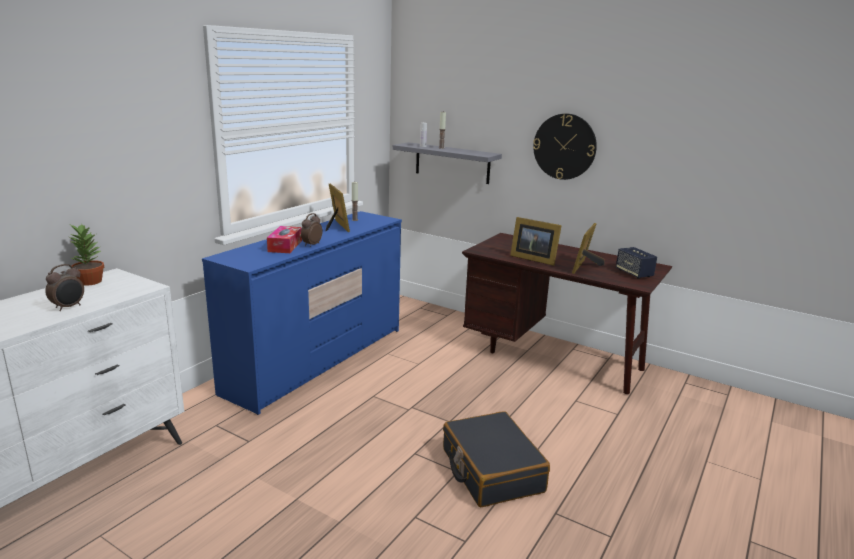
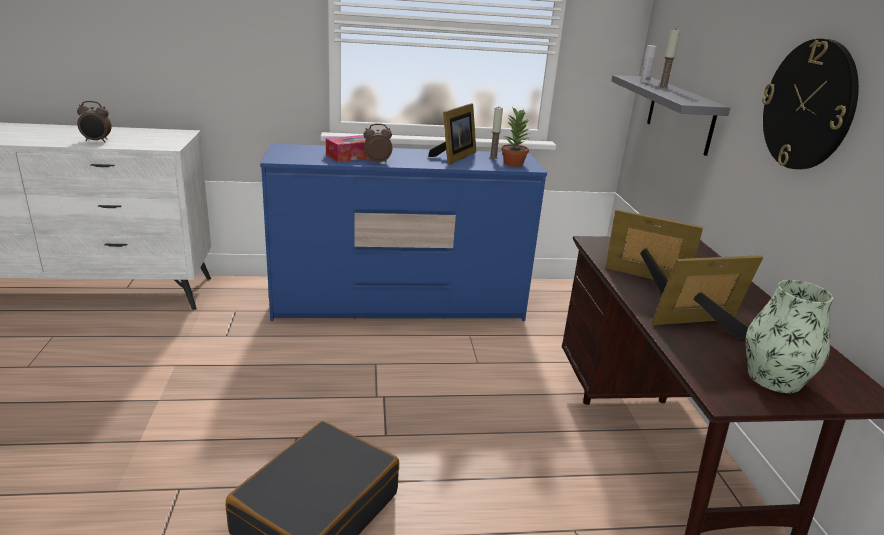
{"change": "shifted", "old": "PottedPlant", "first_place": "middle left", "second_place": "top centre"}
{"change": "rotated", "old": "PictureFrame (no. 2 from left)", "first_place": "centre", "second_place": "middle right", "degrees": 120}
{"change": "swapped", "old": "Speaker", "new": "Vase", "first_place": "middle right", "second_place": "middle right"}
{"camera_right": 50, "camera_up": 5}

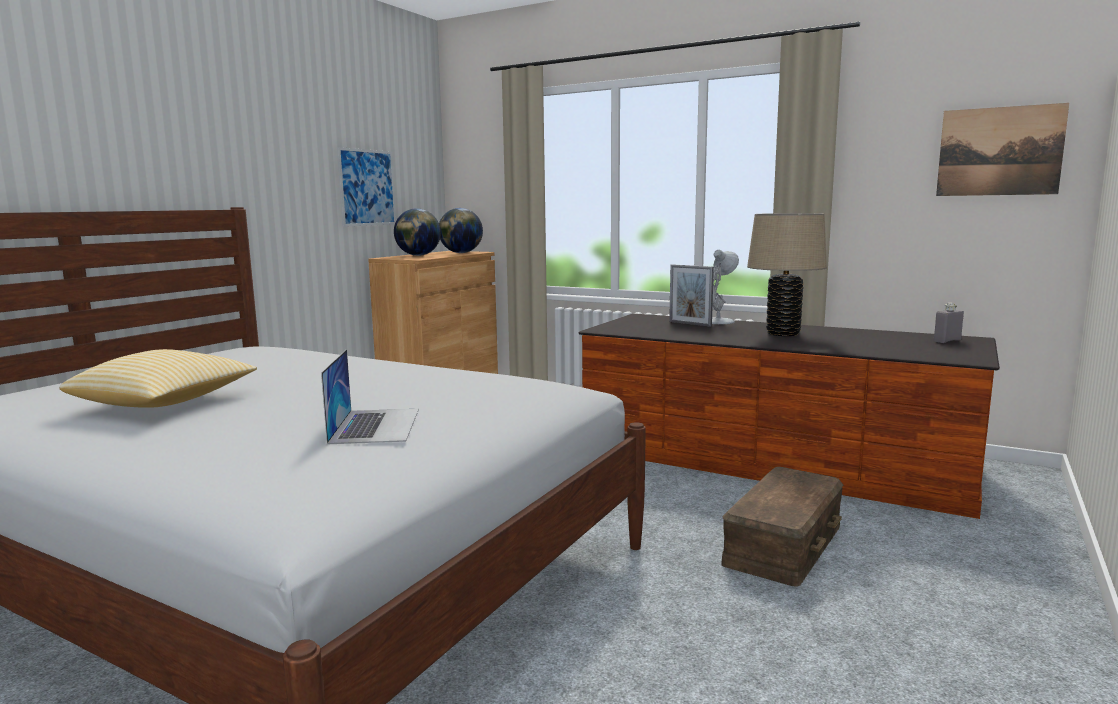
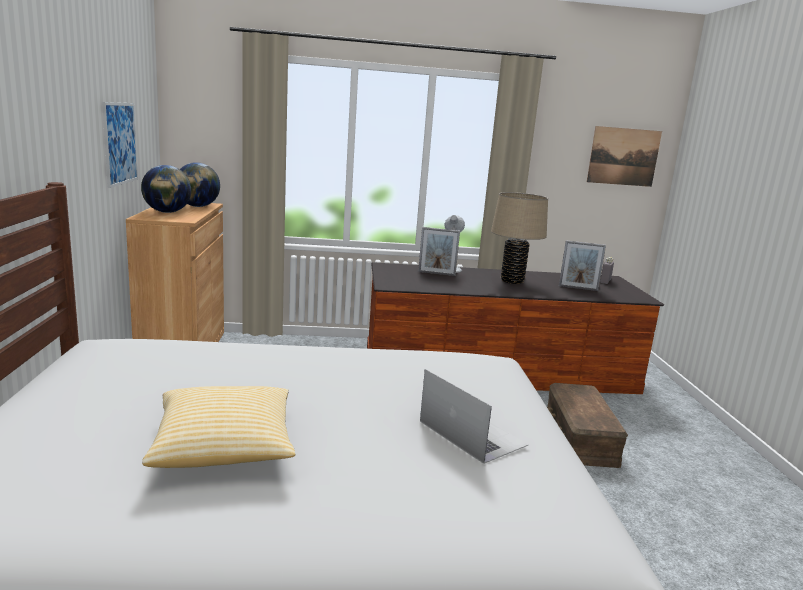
{"change": "new", "new": "PictureFrame (no. 2 from left)", "second_place": "middle right"}
{"camera_right": -35, "camera_up": 5}

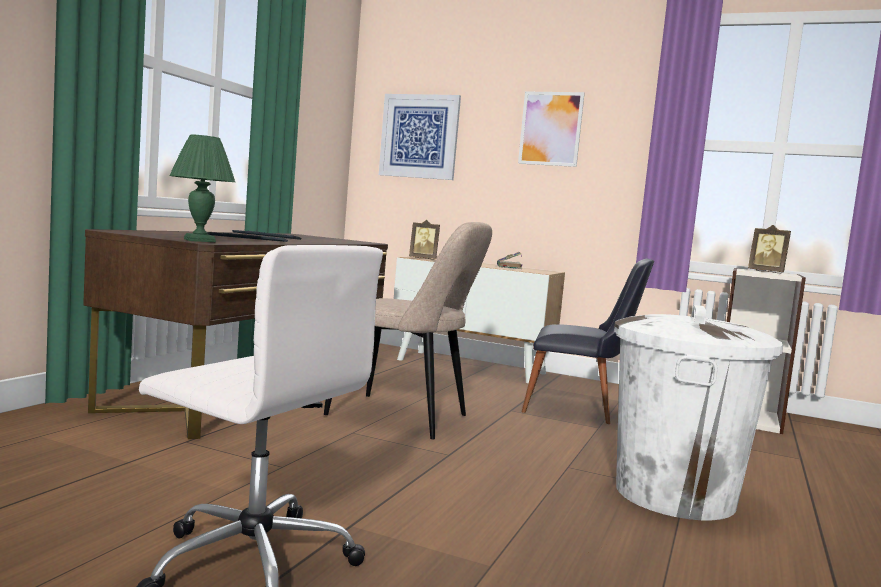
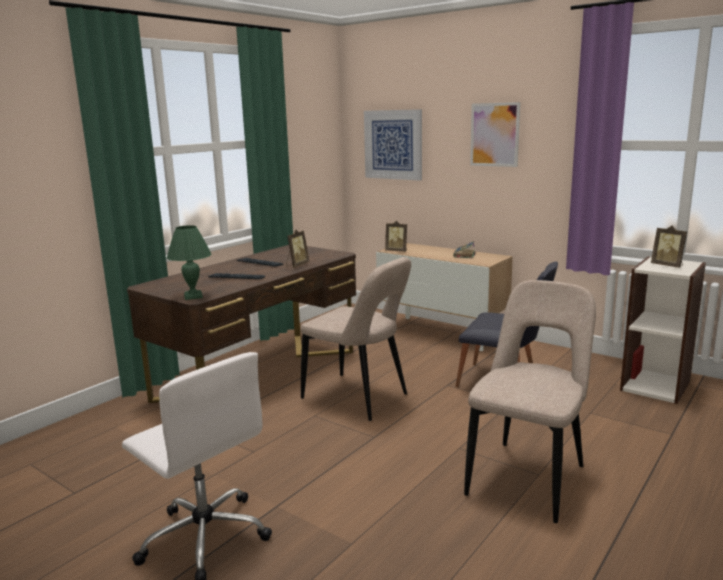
{"change": "new", "new": "PictureFrame (no. 1 from left)", "second_place": "centre"}
{"change": "swapped", "old": "WhiteTrashCan", "new": "BeigeChair (no. 2 from left)", "first_place": "bottom right", "second_place": "bottom right"}
{"camera_right": 15, "camera_up": 10}

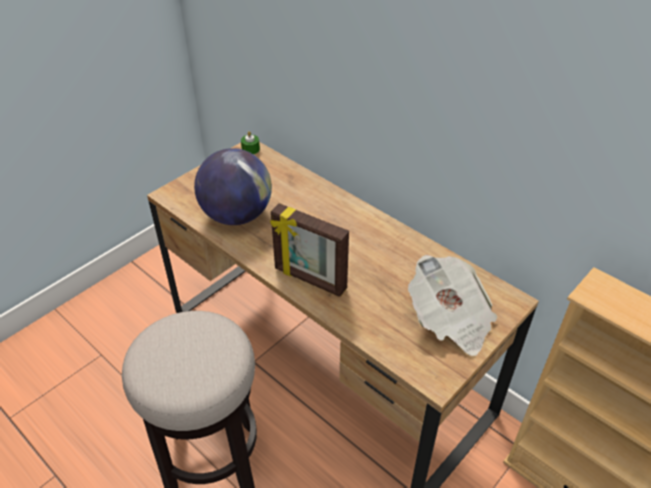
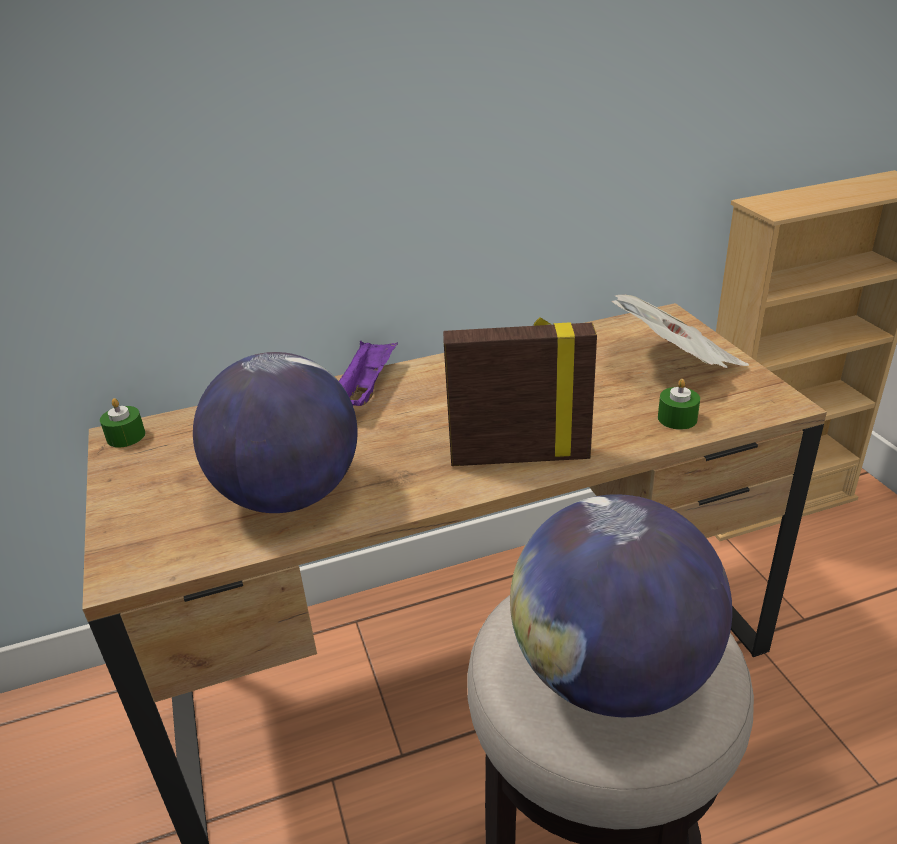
{"change": "new", "new": "PurpleTray", "second_place": "centre"}
{"change": "rotated", "old": "PictureFrame", "first_place": "centre", "second_place": "centre", "degrees": -150}
{"change": "new", "new": "Globe (no. 2 from left)", "second_place": "bottom right"}
{"change": "new", "new": "GreenCandle (no. 2 from left)", "second_place": "middle right"}
{"camera_right": -60, "camera_up": -10}

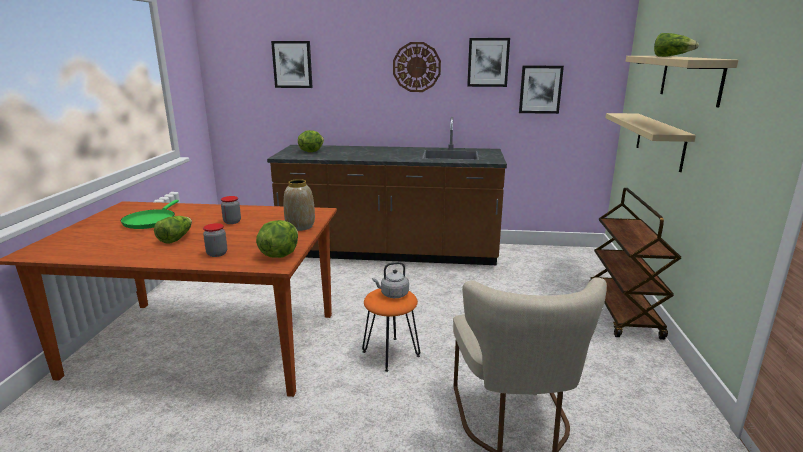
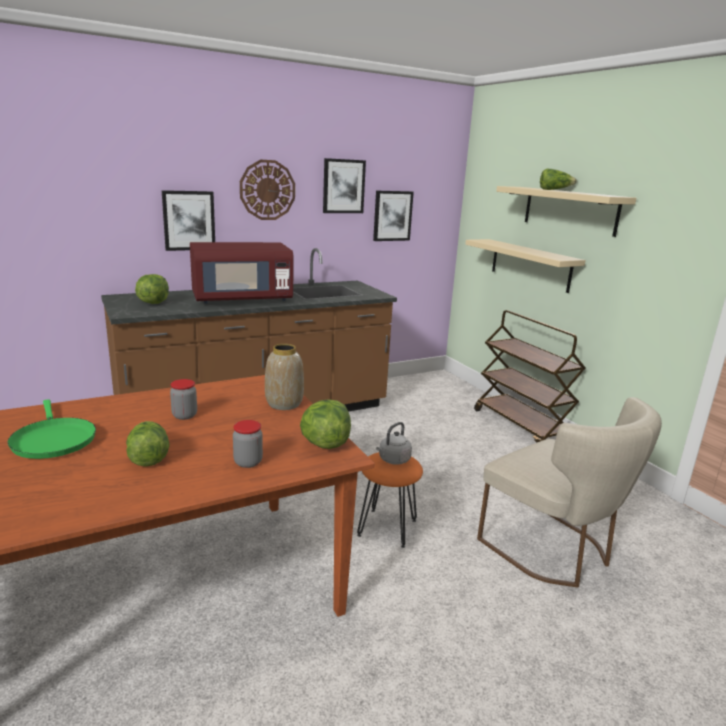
{"change": "shifted", "old": "Picture (no. 1 from left)", "first_place": "top centre", "second_place": "top left"}
{"change": "new", "new": "RedMicrowave", "second_place": "centre"}
{"camera_right": -35, "camera_up": 0}

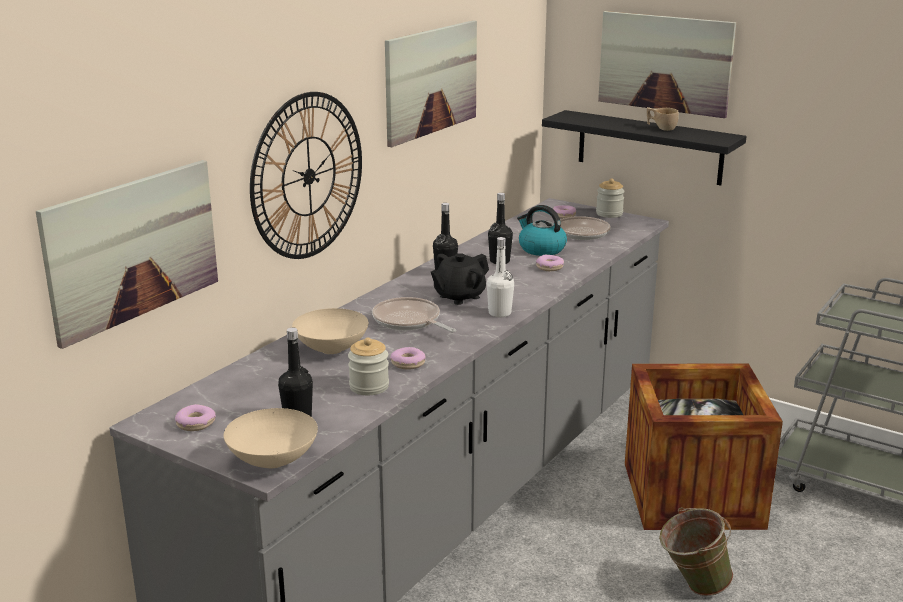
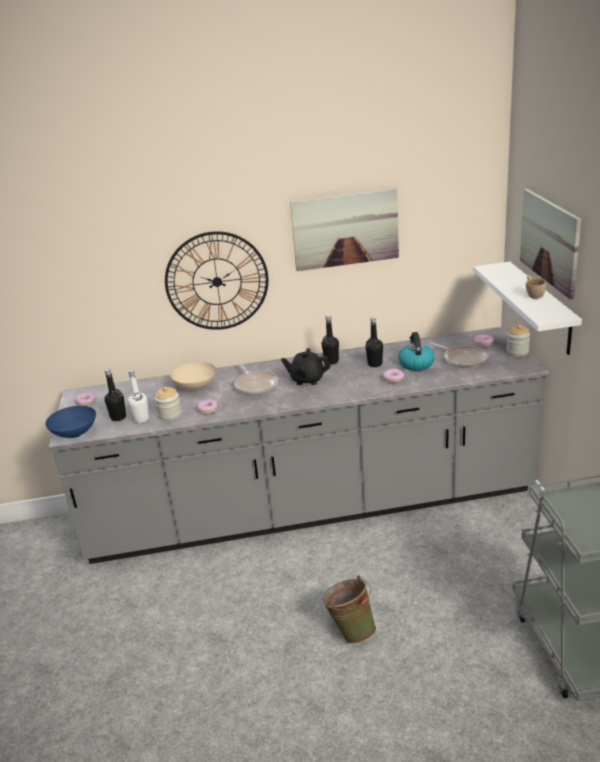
{"change": "repainted", "old": "BeigeBowl (no. 1 from left)", "new": "BlueBowl", "first_place": "bottom left", "second_place": "middle left"}
{"change": "shifted", "old": "WhiteBottle", "first_place": "centre", "second_place": "middle left"}
{"change": "rotated", "old": "FryingPan (no. 1 from left)", "first_place": "centre", "second_place": "centre", "degrees": 150}
{"change": "repainted", "old": "BlackShelf", "new": "WhiteShelf", "first_place": "top right", "second_place": "middle right"}
{"change": "gone", "old": "Picture (no. 1 from left)", "first_place": "middle left"}
{"change": "gone", "old": "Crate", "first_place": "bottom right"}
{"camera_right": 50, "camera_up": 5}

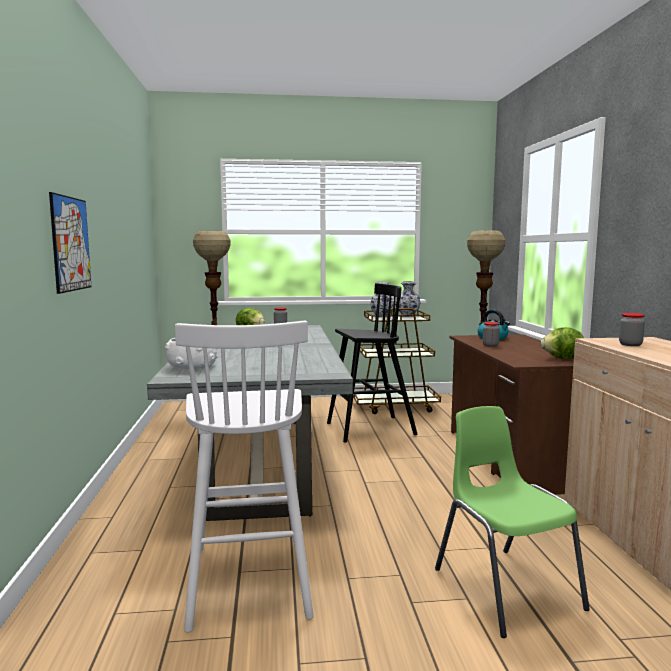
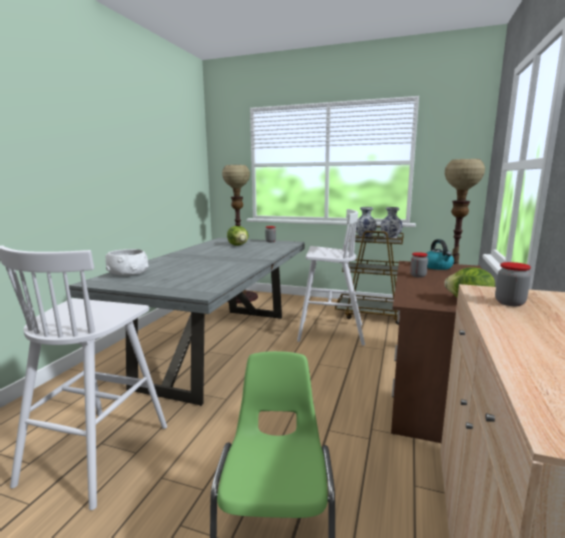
{"change": "repainted", "old": "BlackStool", "new": "WhiteStool (no. 2 from left)", "first_place": "centre", "second_place": "centre"}
{"change": "gone", "old": "Picture", "first_place": "middle left"}
{"camera_right": 25, "camera_up": 5}

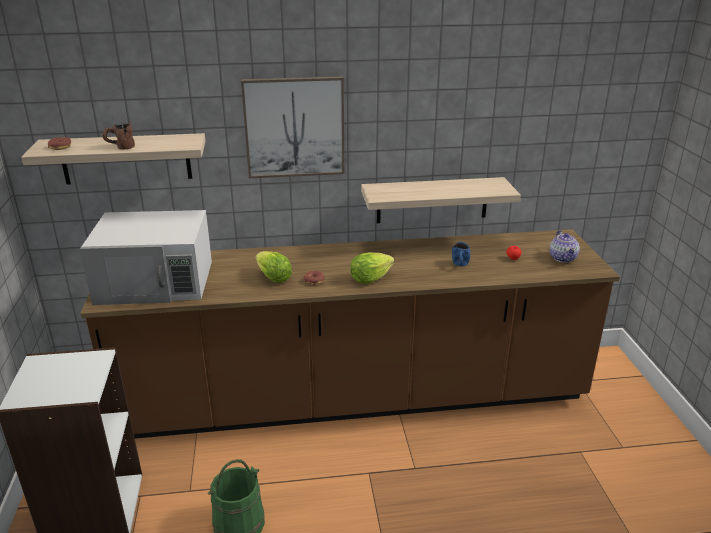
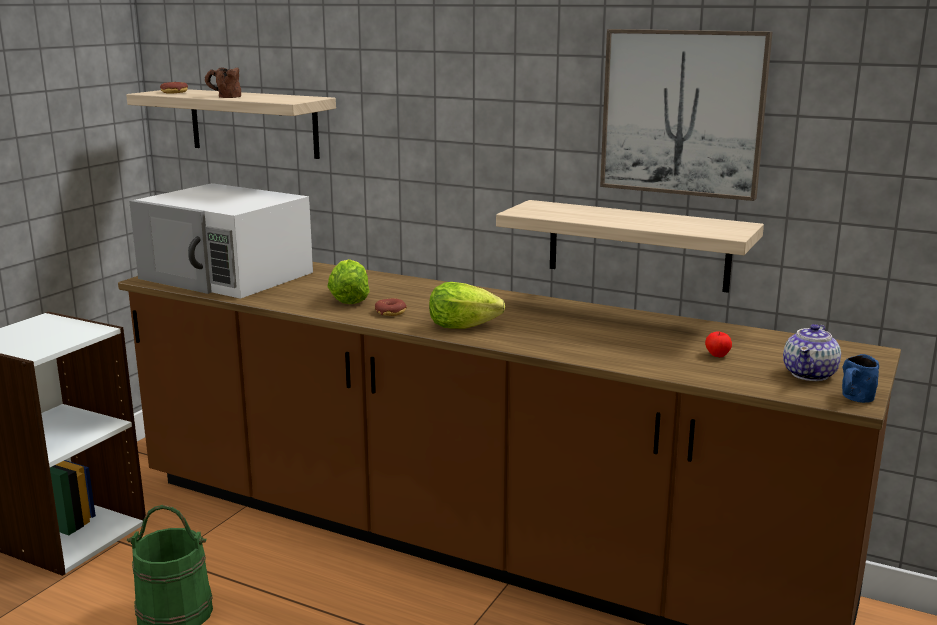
{"change": "shifted", "old": "Picture", "first_place": "top centre", "second_place": "top right"}
{"change": "shifted", "old": "BlueMug", "first_place": "centre", "second_place": "middle right"}
{"camera_right": 35, "camera_up": -10}

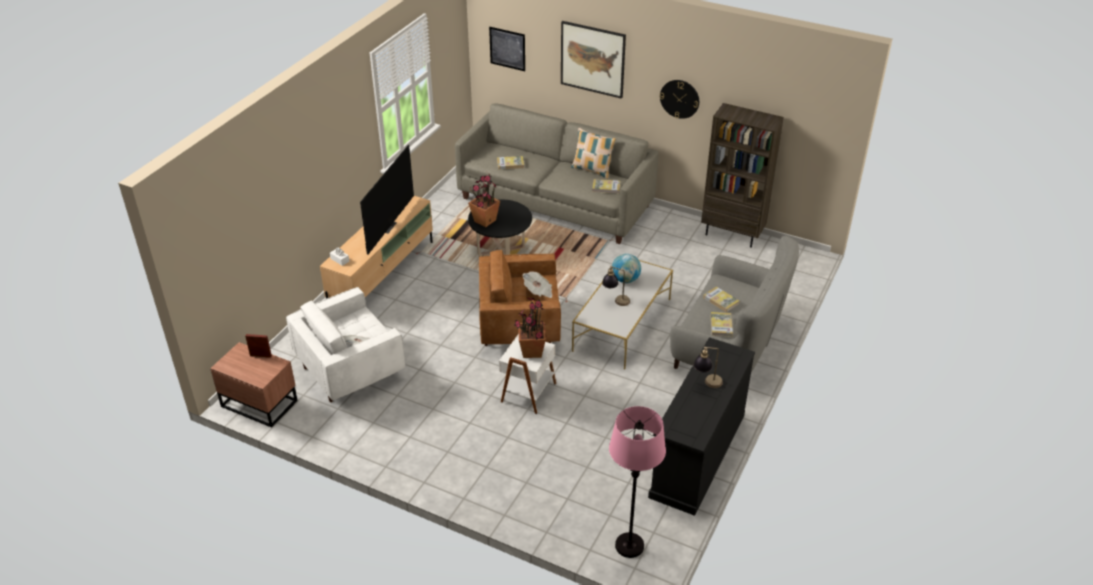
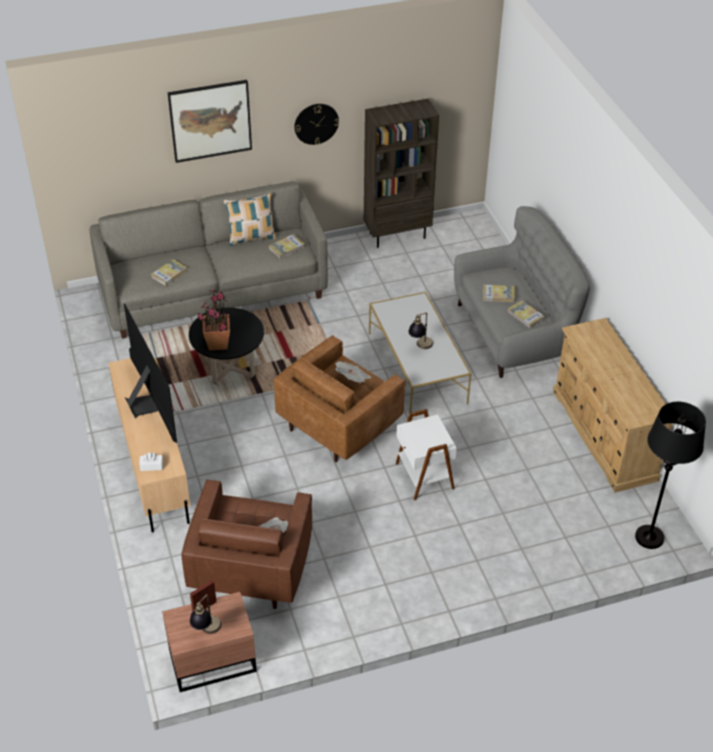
{"change": "repainted", "old": "WhiteArmchair", "new": "BrownArmchair (no. 1 from left)", "first_place": "middle left", "second_place": "bottom centre"}
{"change": "shifted", "old": "TableLamp (no. 2 from left in the first image)", "new": "TableLamp (no. 1 from left)", "first_place": "centre", "second_place": "bottom left"}
{"change": "repainted", "old": "BlackDresser", "new": "BeigeDresser", "first_place": "bottom centre", "second_place": "middle right"}
{"change": "repainted", "old": "PinkFloorLamp", "new": "BlackFloorLamp", "first_place": "bottom centre", "second_place": "middle right"}
{"change": "gone", "old": "Picture (no. 1 from left)", "first_place": "top centre"}
{"change": "gone", "old": "PottedPlant (no. 2 from left)", "first_place": "centre"}
{"change": "gone", "old": "Globe", "first_place": "centre"}
{"camera_right": -45, "camera_up": 5}

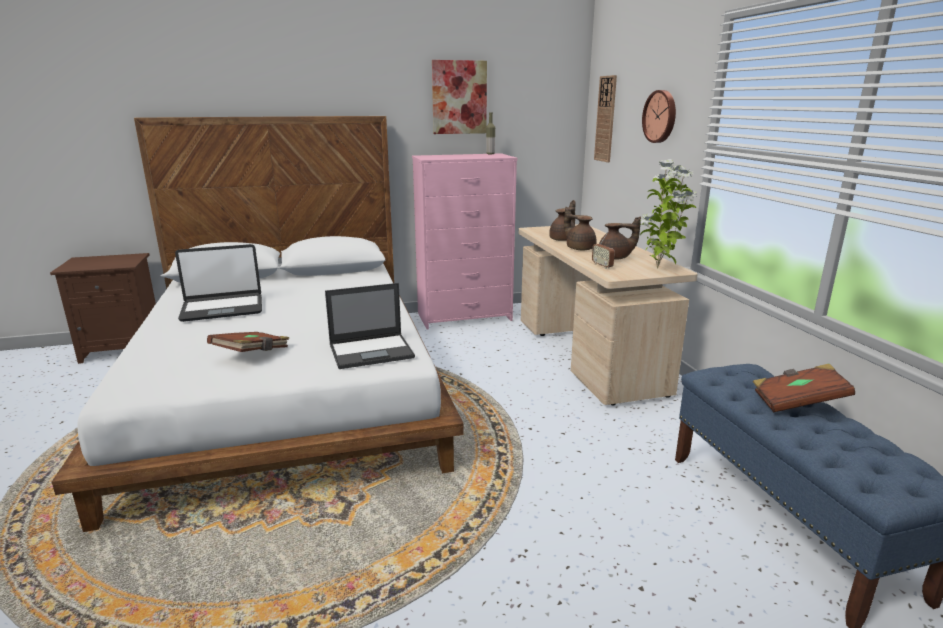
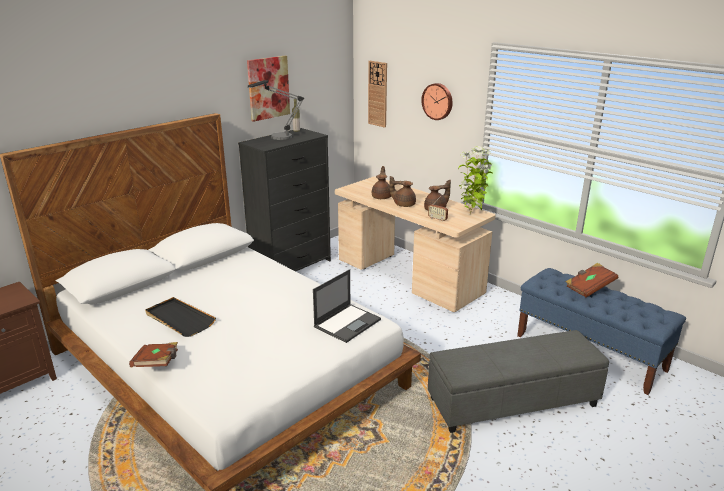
{"change": "shifted", "old": "BrownBook (no. 1 from left)", "first_place": "middle left", "second_place": "bottom left"}
{"change": "swapped", "old": "Laptop (no. 1 from left)", "new": "BlackTray", "first_place": "middle left", "second_place": "middle left"}
{"change": "repainted", "old": "PinkDresser", "new": "BlackDresser", "first_place": "centre", "second_place": "centre"}
{"change": "new", "new": "TableLamp", "second_place": "top centre"}
{"change": "new", "new": "GreyOttoman", "second_place": "bottom right"}
{"camera_right": -30, "camera_up": 5}

